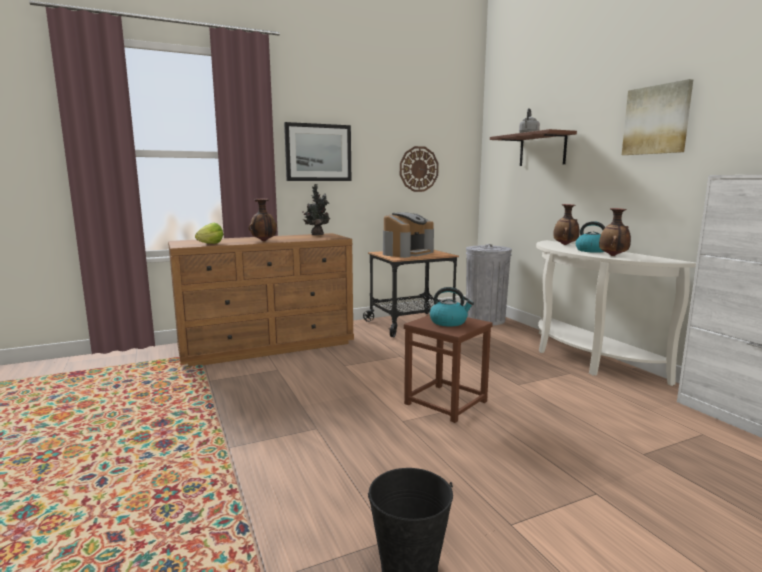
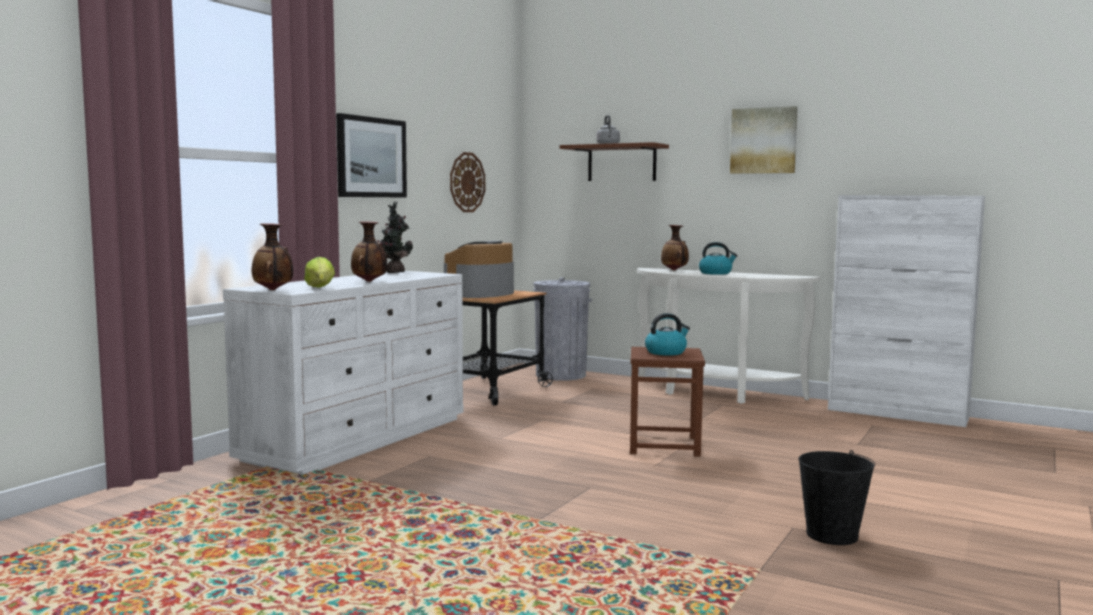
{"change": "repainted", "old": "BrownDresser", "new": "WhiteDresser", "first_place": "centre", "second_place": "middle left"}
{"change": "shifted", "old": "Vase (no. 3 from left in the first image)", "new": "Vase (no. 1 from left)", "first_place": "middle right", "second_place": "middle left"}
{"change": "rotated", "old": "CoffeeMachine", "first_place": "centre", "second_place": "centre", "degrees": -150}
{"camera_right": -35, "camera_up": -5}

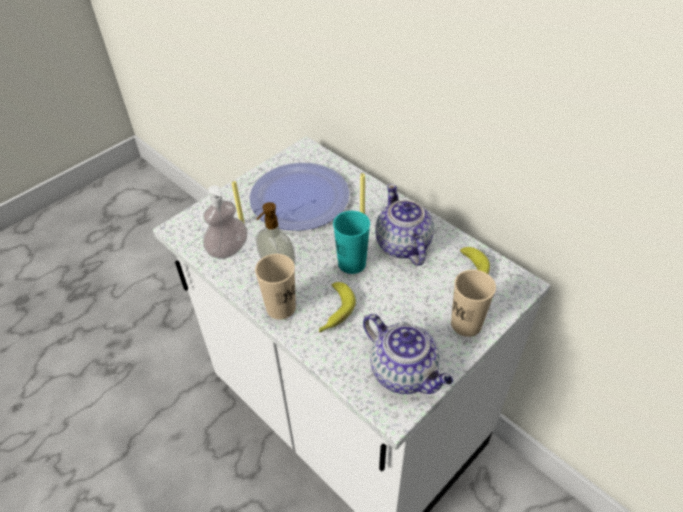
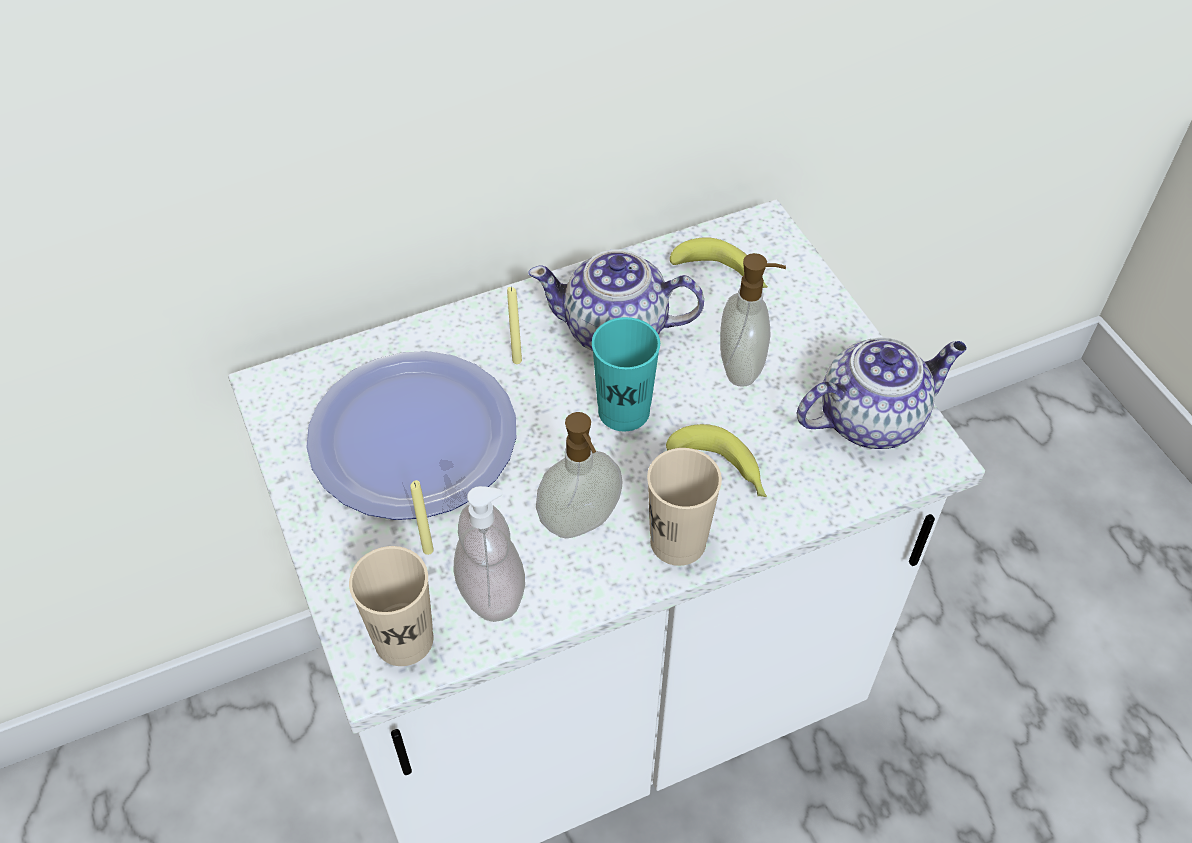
{"change": "shifted", "old": "BeigeCup (no. 2 from left in the first image)", "new": "BeigeCup (no. 1 from left)", "first_place": "middle right", "second_place": "bottom left"}
{"change": "new", "new": "SoapDispenser (no. 3 from left)", "second_place": "centre"}
{"camera_right": -70, "camera_up": 5}

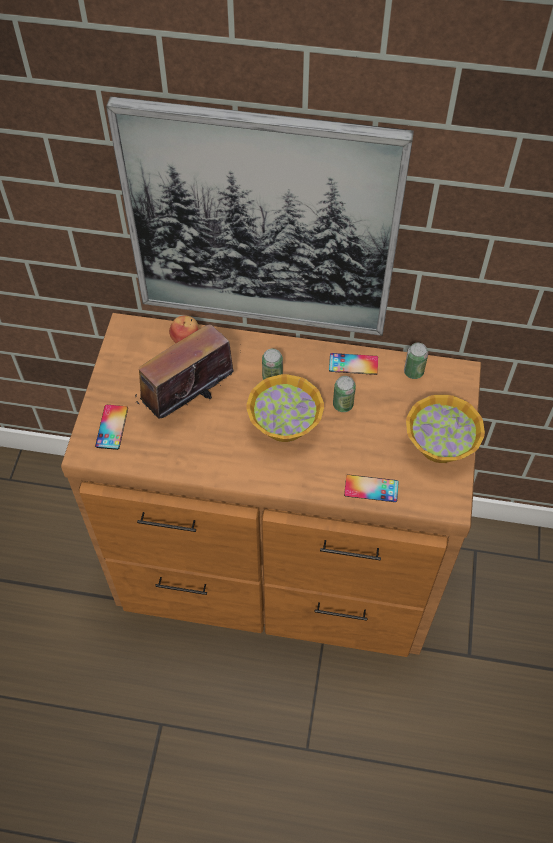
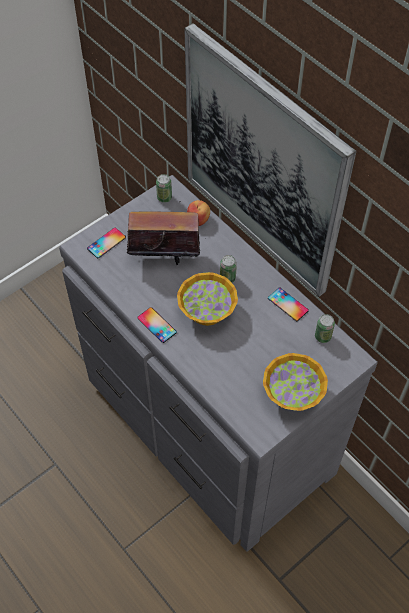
{"change": "repainted", "old": "BrownDresser", "new": "GreyDresser", "first_place": "centre", "second_place": "centre"}
{"change": "shifted", "old": "Phone (no. 3 from left in the first image)", "new": "Phone (no. 2 from left)", "first_place": "middle right", "second_place": "centre"}
{"change": "shifted", "old": "Can (no. 2 from left in the first image)", "new": "Can (no. 1 from left)", "first_place": "centre", "second_place": "top centre"}
{"camera_right": 40, "camera_up": 0}

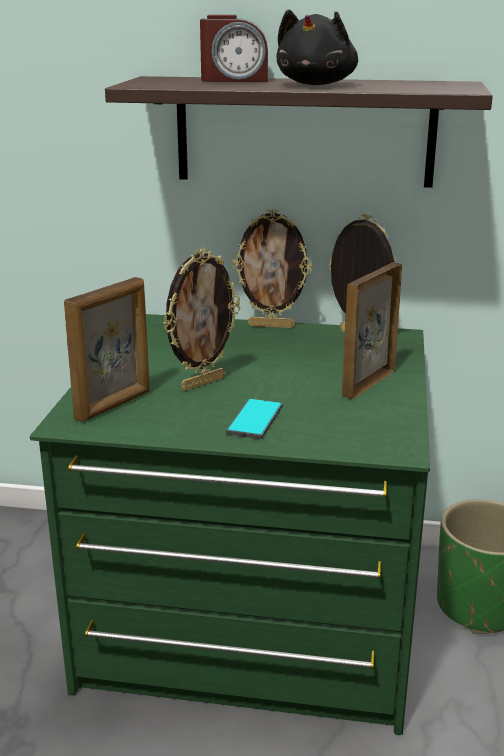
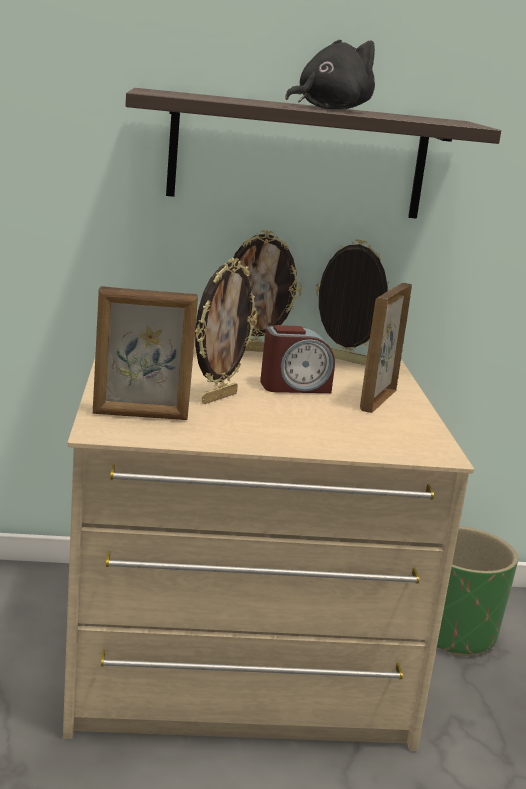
{"change": "repainted", "old": "GreenDresser", "new": "BeigeDresser", "first_place": "bottom centre", "second_place": "bottom centre"}
{"change": "rotated", "old": "PictureFrame (no. 1 from left)", "first_place": "middle left", "second_place": "middle left", "degrees": 60}
{"change": "shifted", "old": "AlarmClock", "first_place": "top centre", "second_place": "centre"}
{"change": "rotated", "old": "BlackPlushToy", "first_place": "top centre", "second_place": "top centre", "degrees": -135}
{"change": "gone", "old": "Phone", "first_place": "centre"}
{"camera_right": -15, "camera_up": -5}

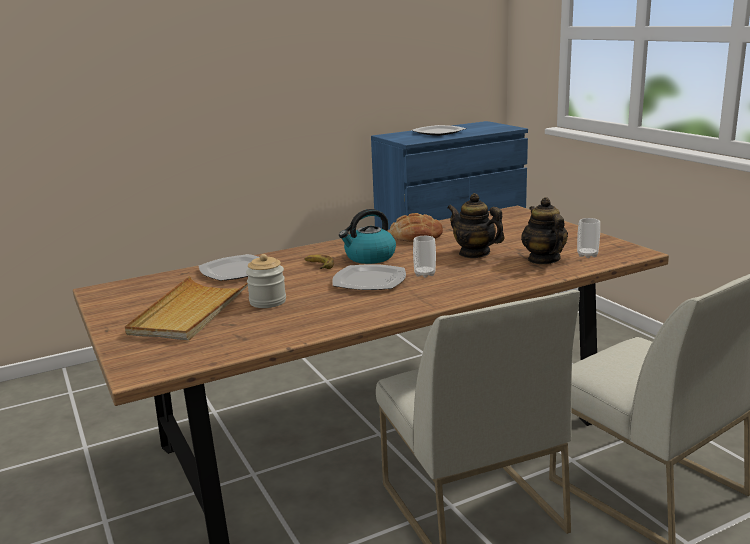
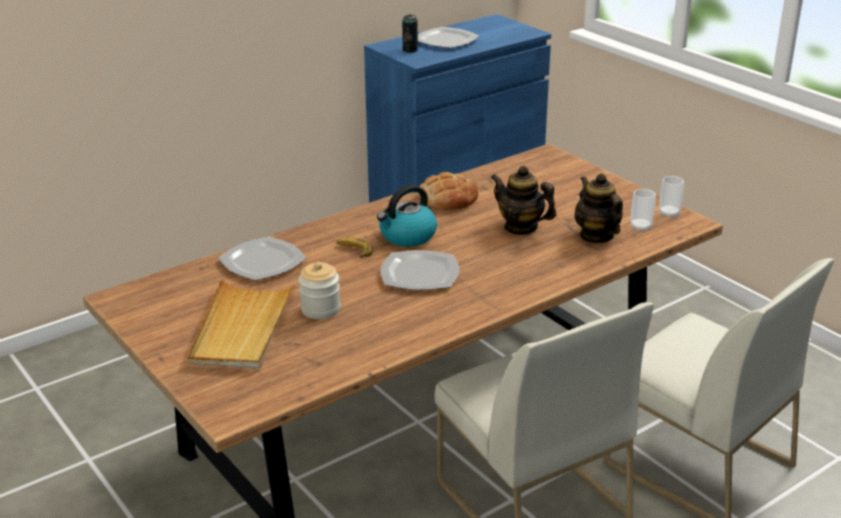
{"change": "new", "new": "Can", "second_place": "top centre"}
{"change": "shifted", "old": "Cup (no. 1 from left in the first image)", "new": "Cup (no. 2 from left)", "first_place": "centre", "second_place": "middle right"}
{"camera_right": -10, "camera_up": 10}

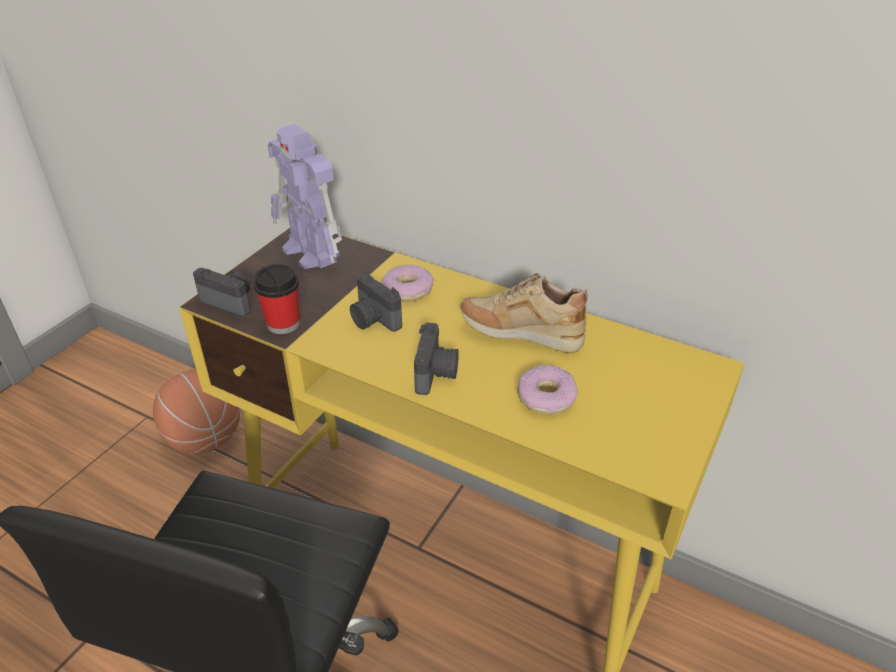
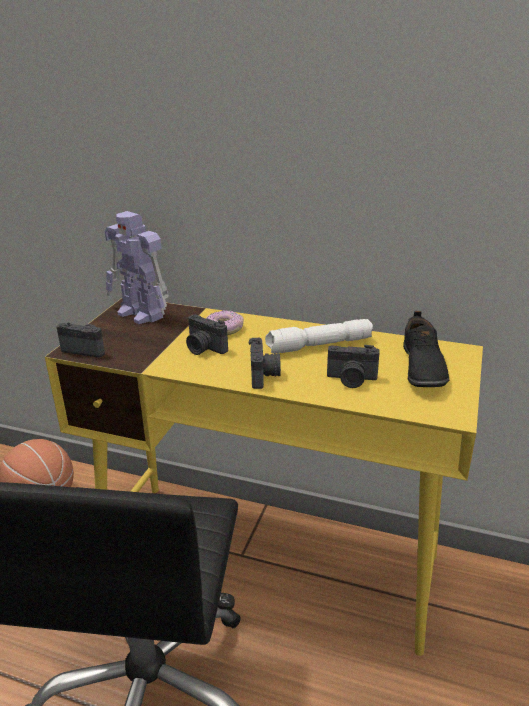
{"change": "swapped", "old": "BeigeShoe", "new": "WhiteFlashlight", "first_place": "centre", "second_place": "centre"}
{"change": "swapped", "old": "Donut (no. 2 from left)", "new": "PhotoCamera (no. 4 from left)", "first_place": "centre", "second_place": "middle right"}
{"change": "new", "new": "BlackShoe", "second_place": "middle right"}
{"change": "gone", "old": "Cup", "first_place": "middle left"}
{"camera_right": -10, "camera_up": -10}

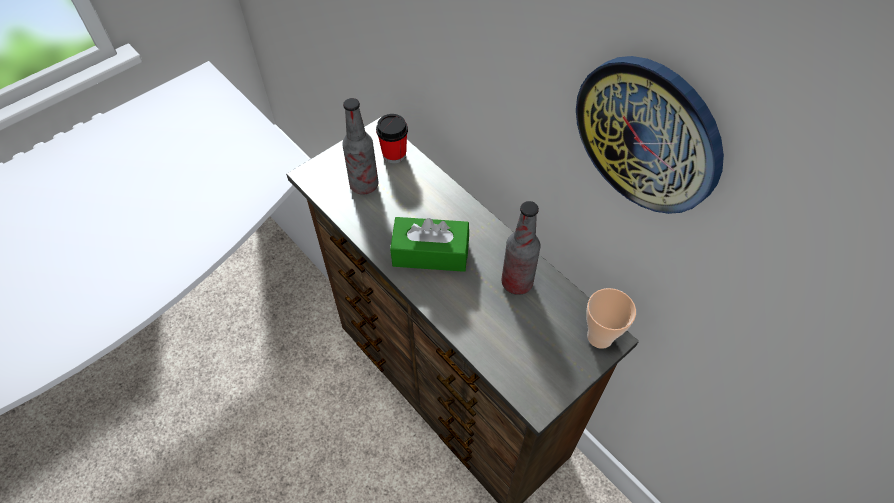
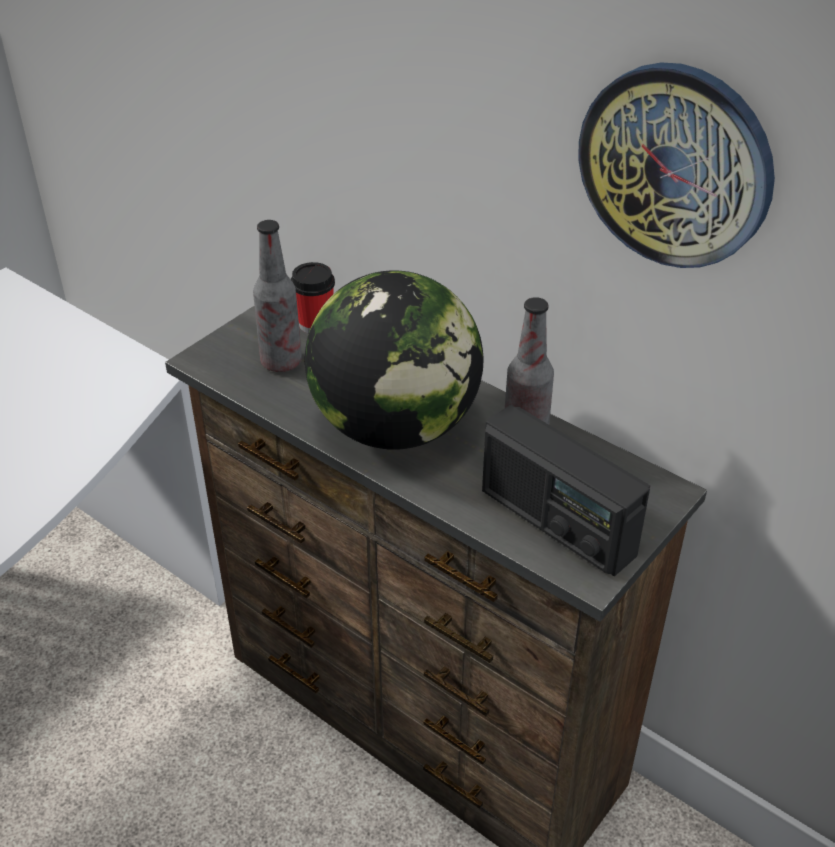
{"change": "swapped", "old": "GreenTissueBox", "new": "Globe", "first_place": "centre", "second_place": "centre"}
{"change": "new", "new": "Radio", "second_place": "middle right"}
{"change": "gone", "old": "Cup (no. 2 from left)", "first_place": "middle right"}
{"camera_right": -10, "camera_up": -15}

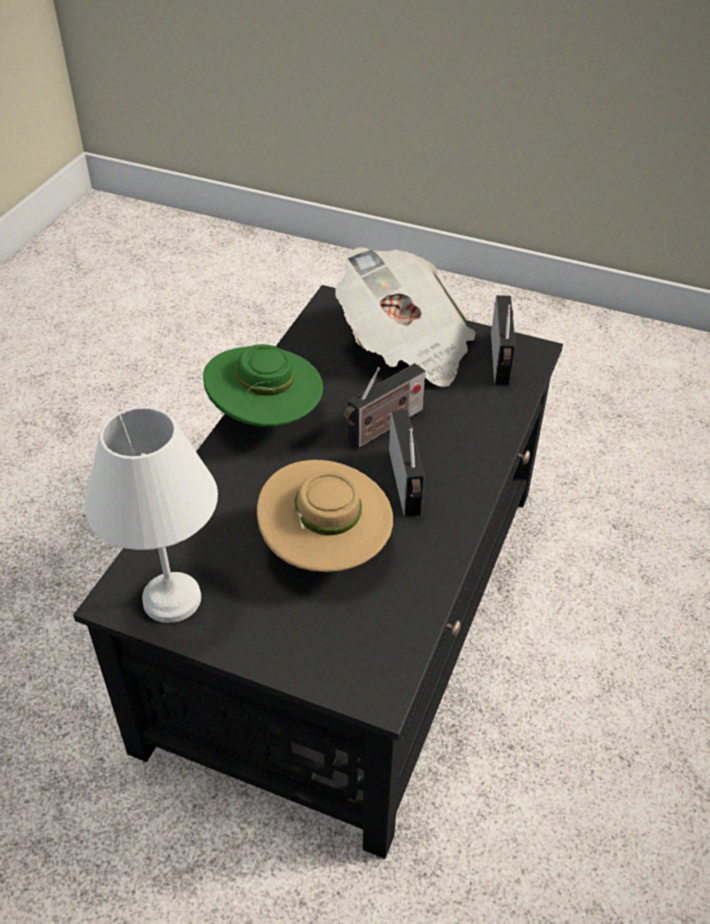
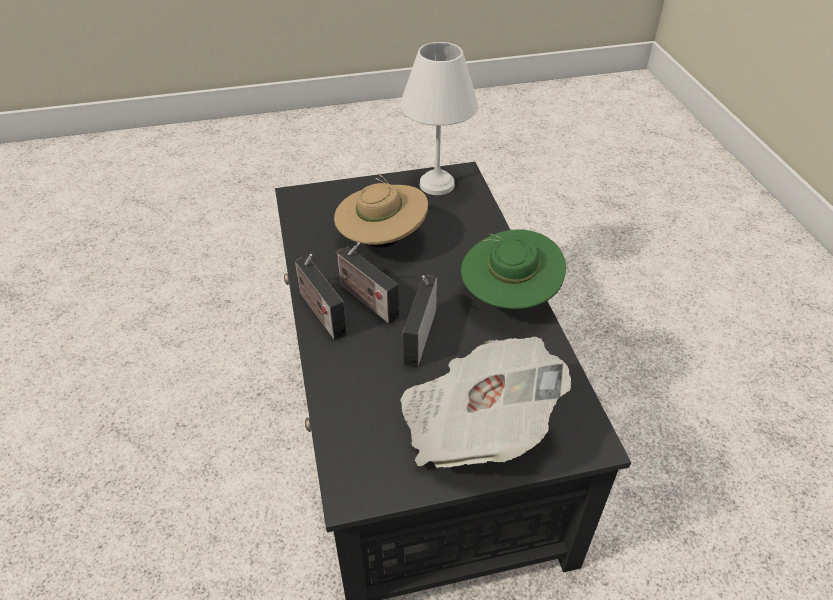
{"change": "shifted", "old": "Radio (no. 3 from left in the first image)", "new": "Radio (no. 1 from left)", "first_place": "middle right", "second_place": "centre"}
{"camera_right": 145, "camera_up": 0}

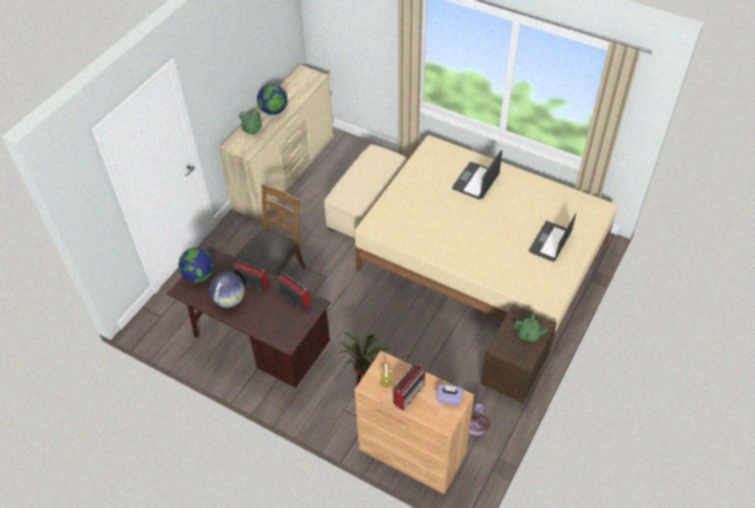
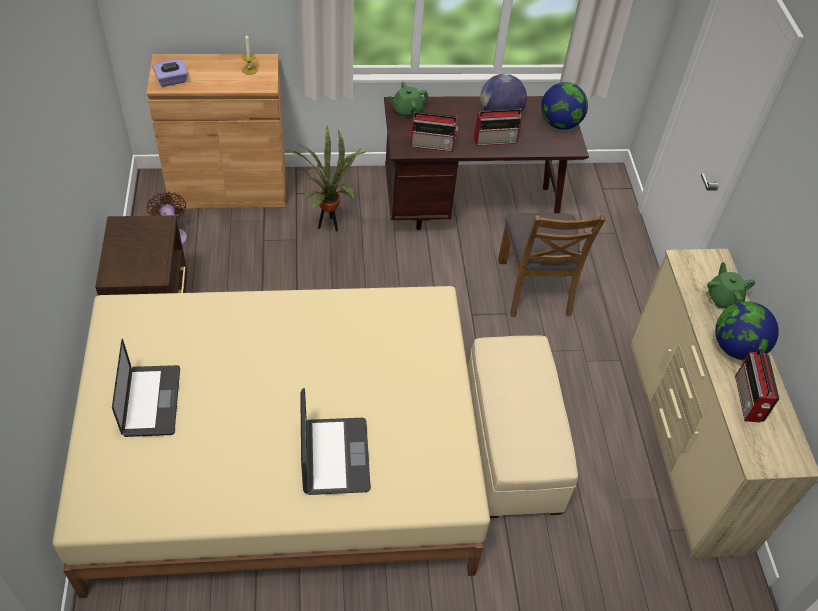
{"change": "shifted", "old": "GreenTeapot (no. 2 from left in the first image)", "new": "GreenTeapot (no. 1 from left)", "first_place": "middle right", "second_place": "top centre"}
{"change": "shifted", "old": "Radio (no. 3 from left)", "first_place": "bottom centre", "second_place": "middle right"}
{"camera_right": 140, "camera_up": 0}

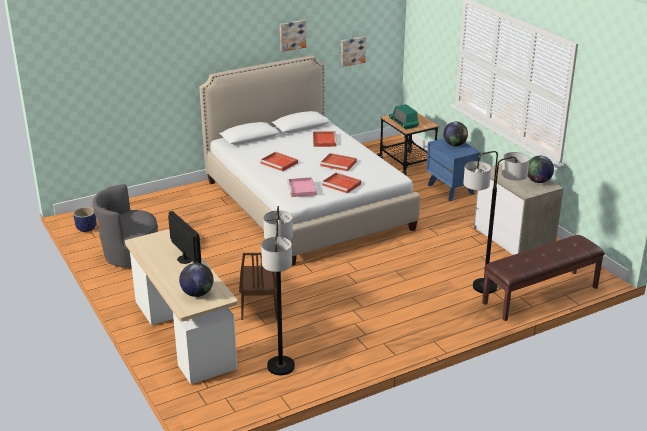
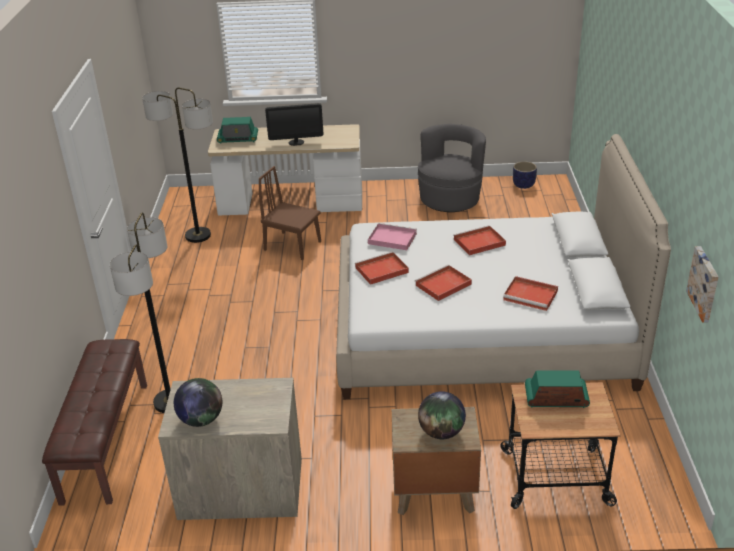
{"change": "swapped", "old": "Globe (no. 1 from left)", "new": "Radio (no. 1 from left)", "first_place": "middle left", "second_place": "top left"}
{"change": "repainted", "old": "BlueNightstand", "new": "BrownNightstand", "first_place": "middle right", "second_place": "bottom centre"}
{"change": "gone", "old": "Picture (no. 1 from left)", "first_place": "top centre"}
{"camera_right": 120, "camera_up": 5}

